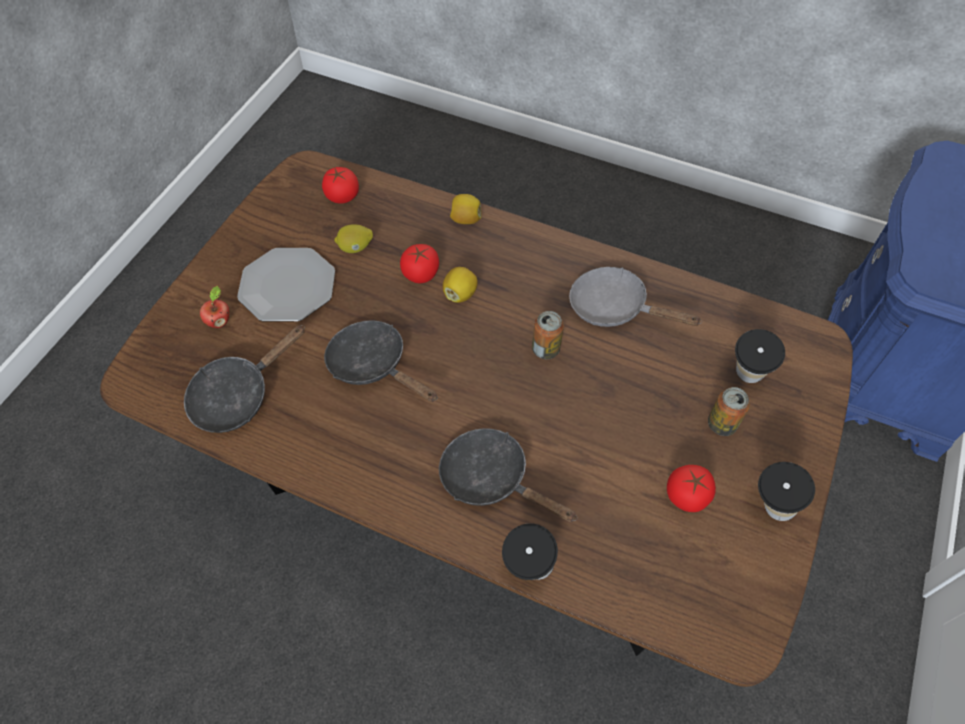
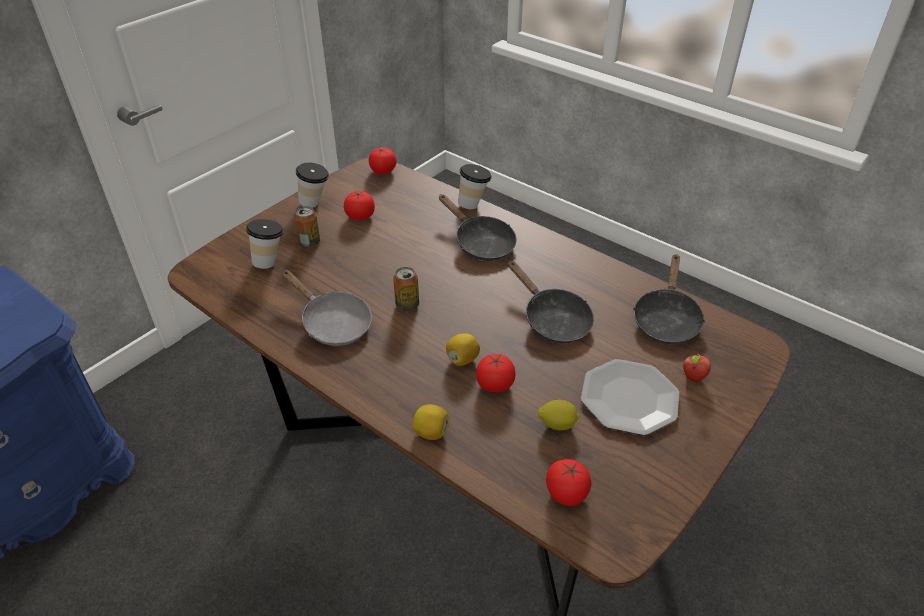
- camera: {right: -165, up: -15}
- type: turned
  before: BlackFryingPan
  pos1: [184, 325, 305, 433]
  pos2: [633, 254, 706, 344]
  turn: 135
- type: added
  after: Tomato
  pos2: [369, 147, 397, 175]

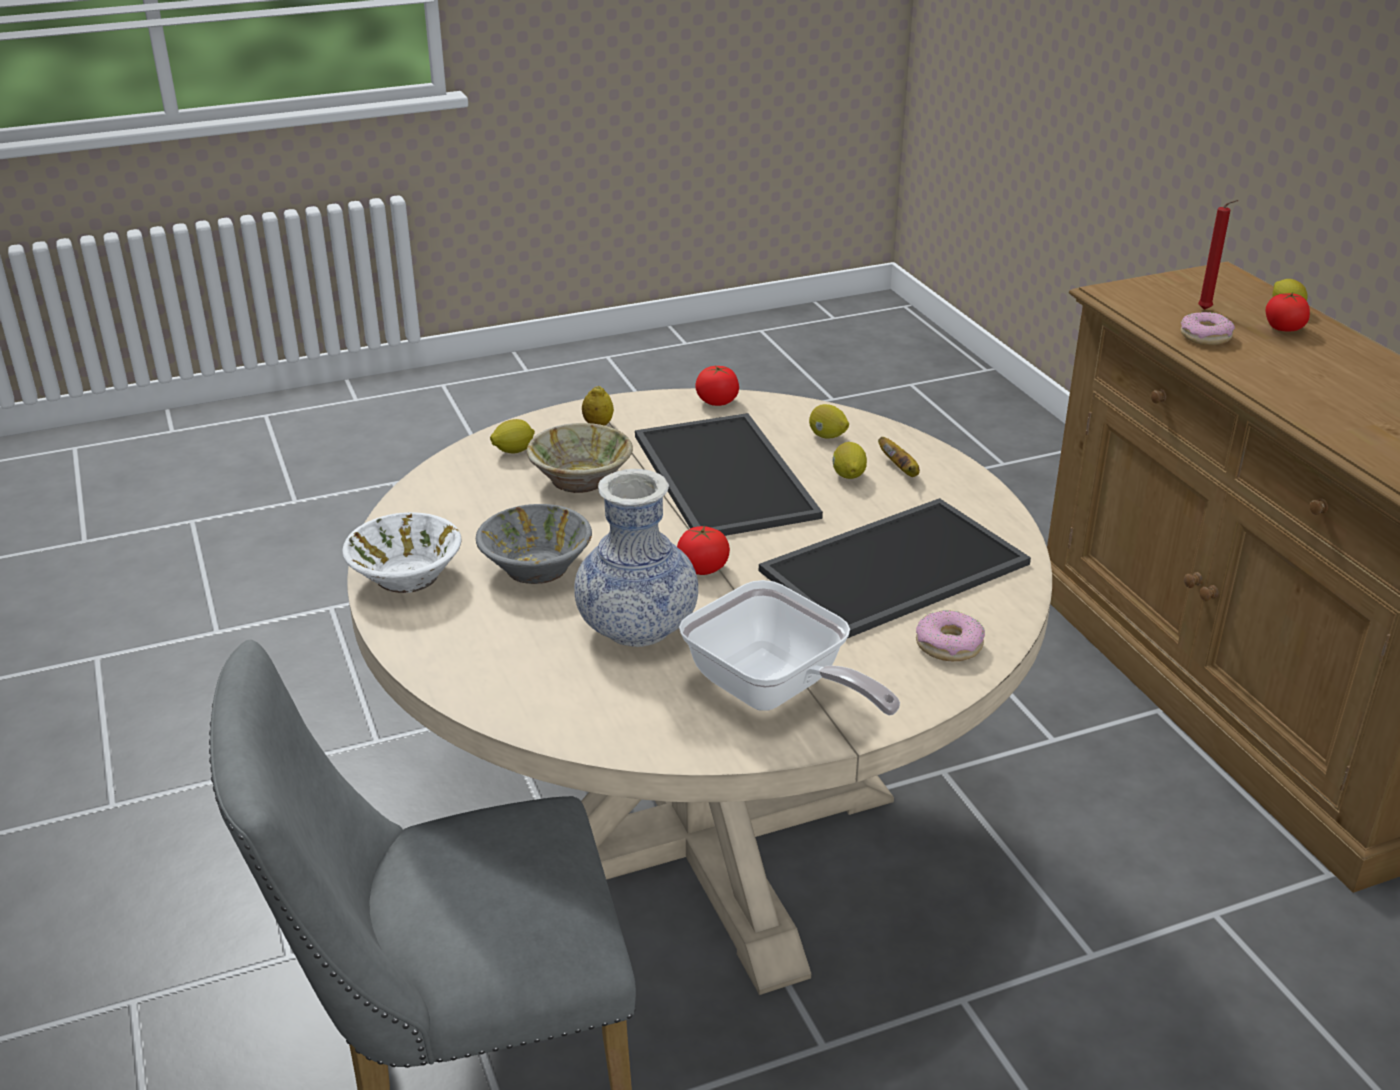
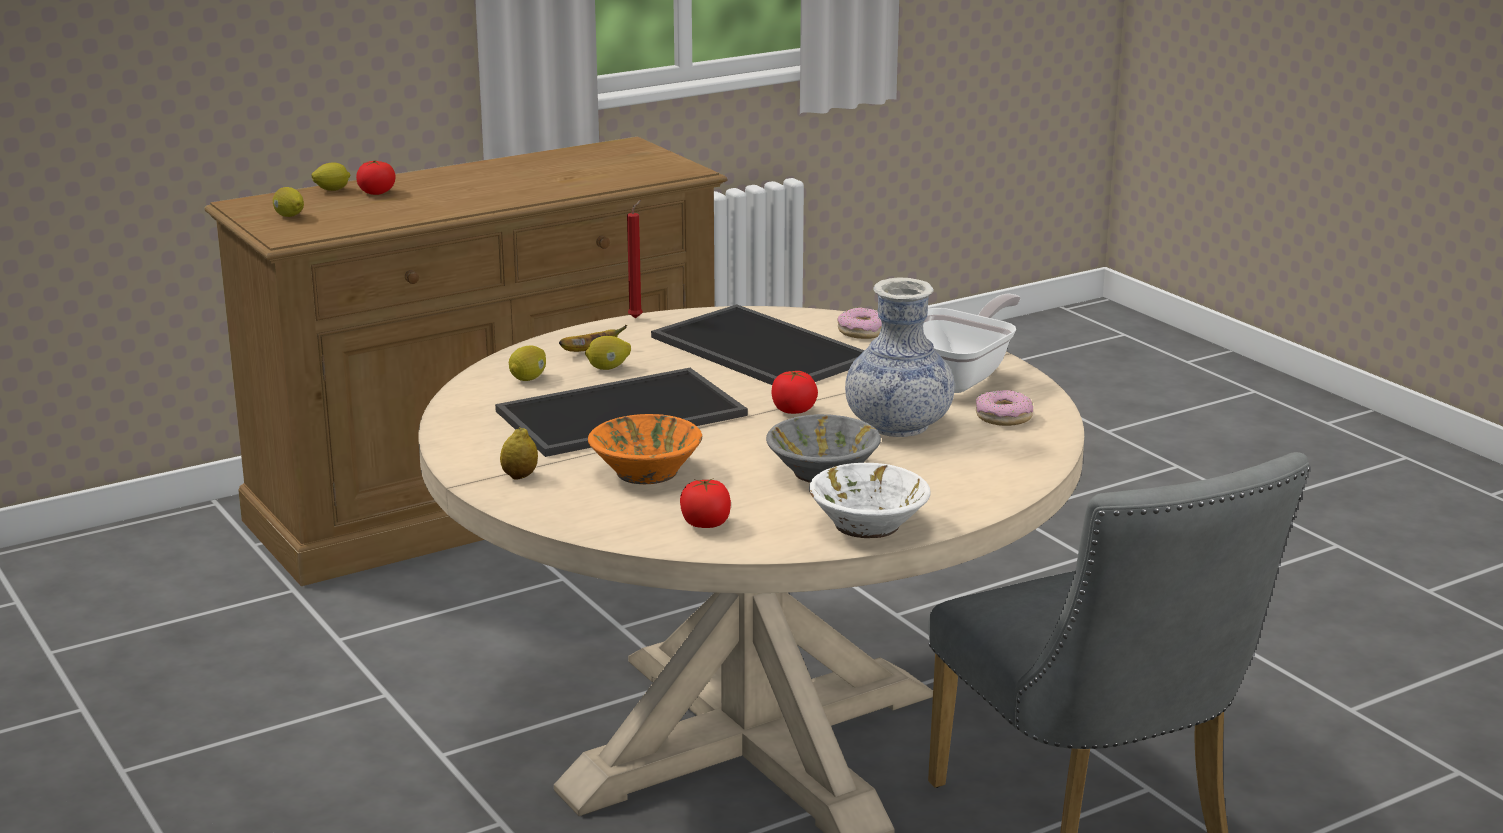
- camera: {right: -100, up: -10}
- type: moved
  before: Lemon
  pos1: [490, 419, 535, 453]
  pos2: [273, 187, 304, 217]
- type: recoloured
  before: BeigeBowl
  after: OrangeBowl
  pos1: [527, 423, 633, 493]
  pos2: [588, 414, 702, 484]
- type: moved
  before: Tomato
  pos1: [695, 366, 739, 406]
  pos2: [680, 478, 731, 528]
- type: moved
  before: Donut
  pos1: [1181, 312, 1235, 345]
  pos2: [976, 390, 1033, 426]
- type: moved
  before: RedCandle
  pos1: [1198, 200, 1238, 310]
  pos2: [627, 200, 643, 319]

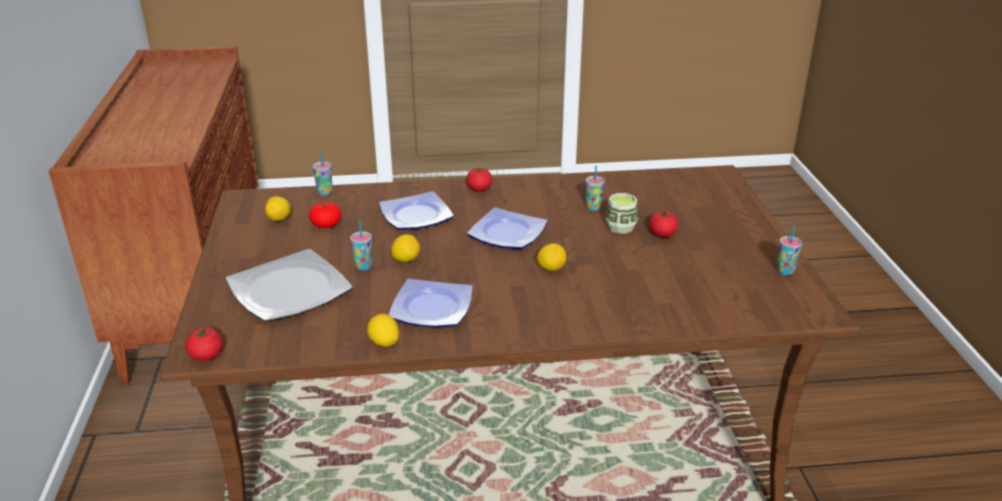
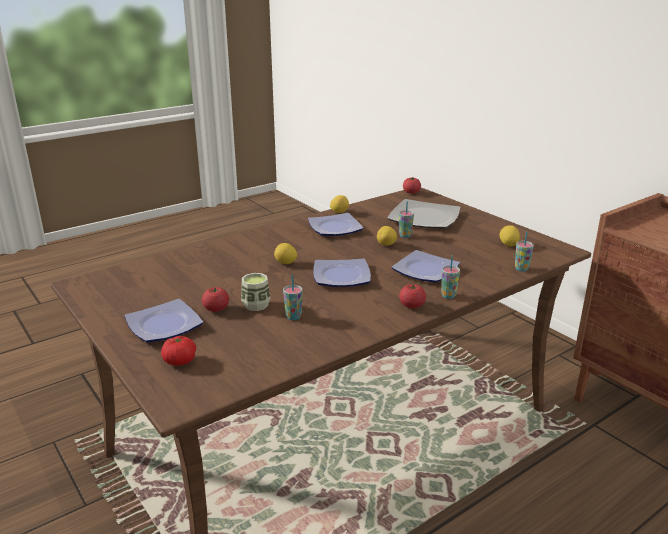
- camera: {right: 150, up: -5}
- type: moved
  before: Tomato
  pos1: [309, 202, 342, 228]
  pos2: [161, 336, 196, 366]
- type: moved
  before: Cup
  pos1: [777, 226, 802, 275]
  pos2: [441, 256, 460, 299]
- type: added
  after: Plate
  pos2: [124, 299, 203, 342]

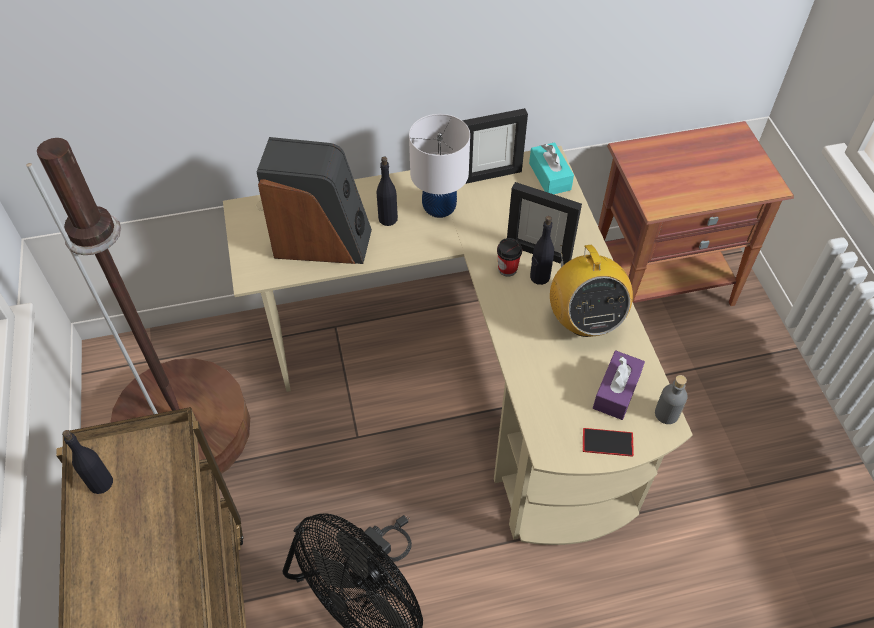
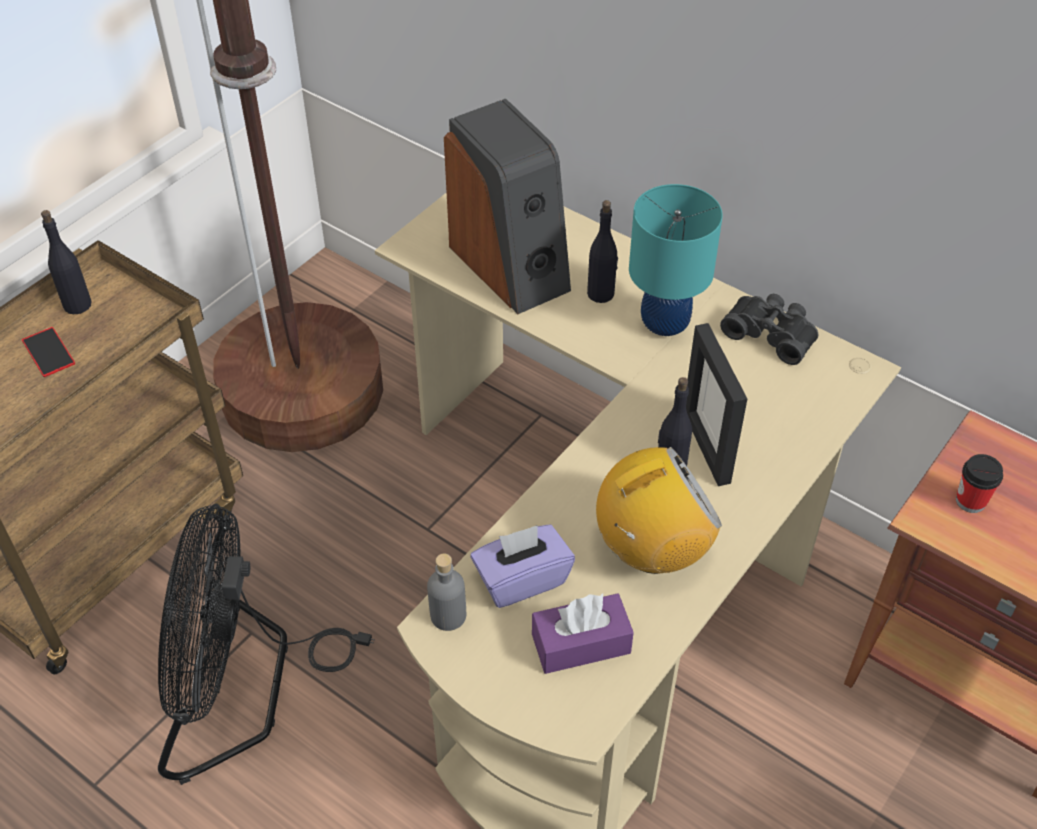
- camera: {right: 50, up: -5}
- type: recoloured
  before: WhiteTableLamp
  after: TurquoiseTableLamp
  pos1: [409, 114, 470, 218]
  pos2: [629, 184, 723, 336]
- type: replaced
  before: PictureFrame
  after: BlackBinoculars
  pos1: [462, 108, 528, 184]
  pos2: [720, 294, 819, 365]
- type: moved
  before: Cup
  pos1: [497, 238, 522, 277]
  pos2: [956, 454, 1003, 513]
- type: removed
  before: TurquoiseTissueBox
  pos1: [529, 142, 574, 194]
- type: turned
  before: Radio
  pos1: [550, 245, 633, 337]
  pos2: [596, 447, 722, 574]
  turn: -150
- type: moved
  before: Phone
  pos1: [583, 428, 634, 456]
  pos2: [22, 327, 75, 377]
- type: moved
  before: GreyBottle
  pos1: [655, 375, 688, 424]
  pos2: [427, 554, 466, 631]
- type: added
  after: PurpleTissueBox
  pos2: [470, 524, 575, 608]

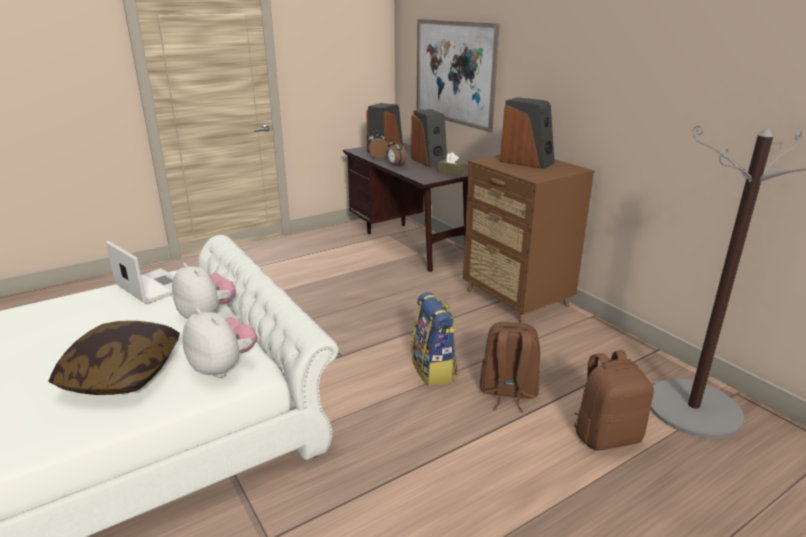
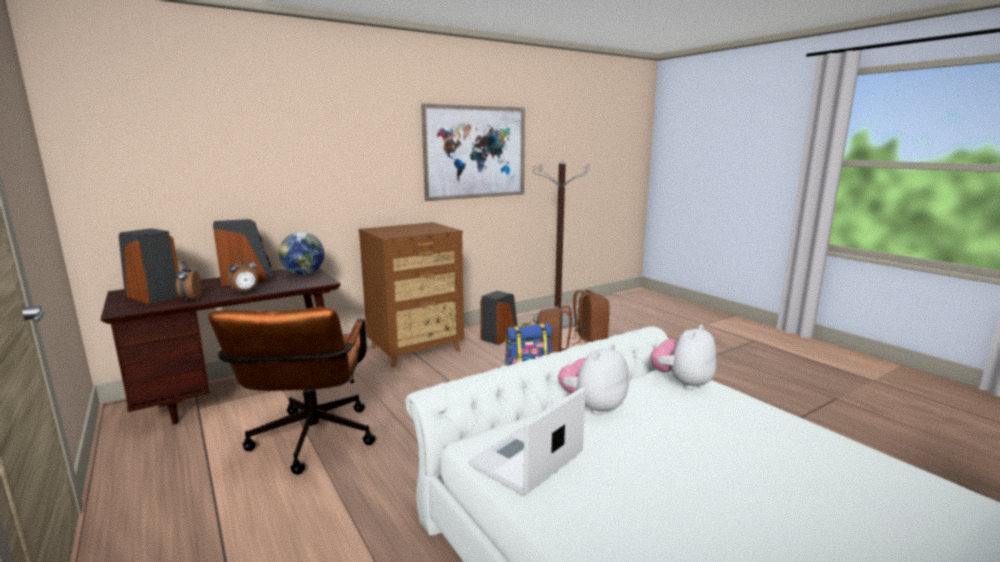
- camera: {right: -90, up: -10}
- type: removed
  before: Pillow
  pos1: [48, 321, 180, 395]
- type: moved
  before: Picture
  pos1: [417, 19, 500, 132]
  pos2: [421, 103, 525, 201]
- type: replaced
  before: BrownTissueBox
  after: Globe
  pos1: [438, 152, 464, 175]
  pos2: [279, 232, 324, 275]
- type: moved
  before: Speaker
  pos1: [500, 97, 555, 169]
  pos2: [480, 291, 518, 345]
- type: added
  after: BrownOfficeChair
  pos2: [208, 307, 376, 474]

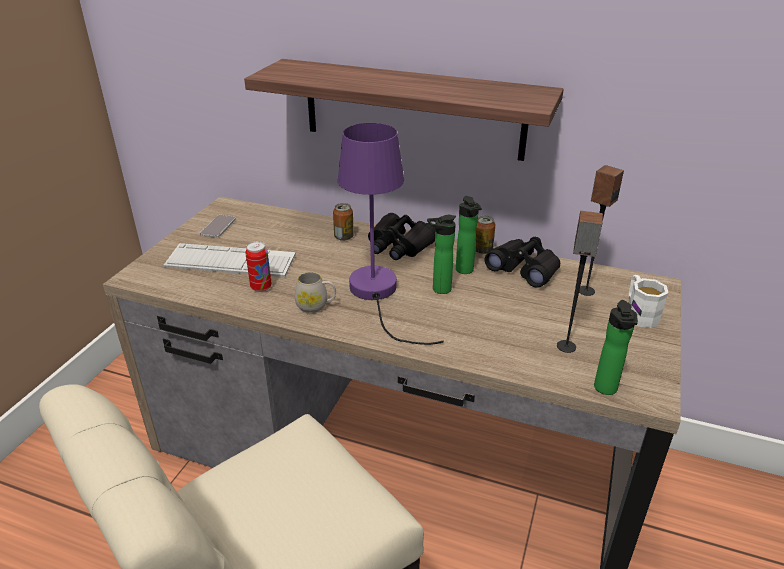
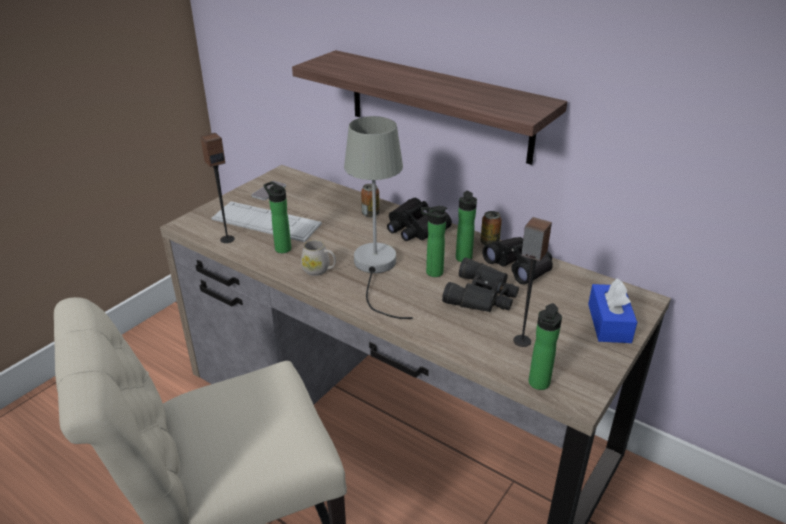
- camera: {right: 15, up: 0}
- type: replaced
  before: Can
  after: Bottle
  pos1: [245, 241, 272, 292]
  pos2: [264, 181, 291, 253]
- type: recoloured
  before: PurpleTableLamp
  after: GreyTableLamp
  pos1: [338, 123, 444, 345]
  pos2: [344, 116, 413, 319]
- type: moved
  before: Speaker
  pos1: [579, 165, 624, 296]
  pos2: [200, 133, 235, 243]
- type: replaced
  before: WhiteMug
  after: BlueTissueBox
  pos1: [629, 275, 668, 328]
  pos2: [588, 278, 637, 343]
- type: added
  after: BlackBinoculars
  pos2: [442, 258, 519, 312]

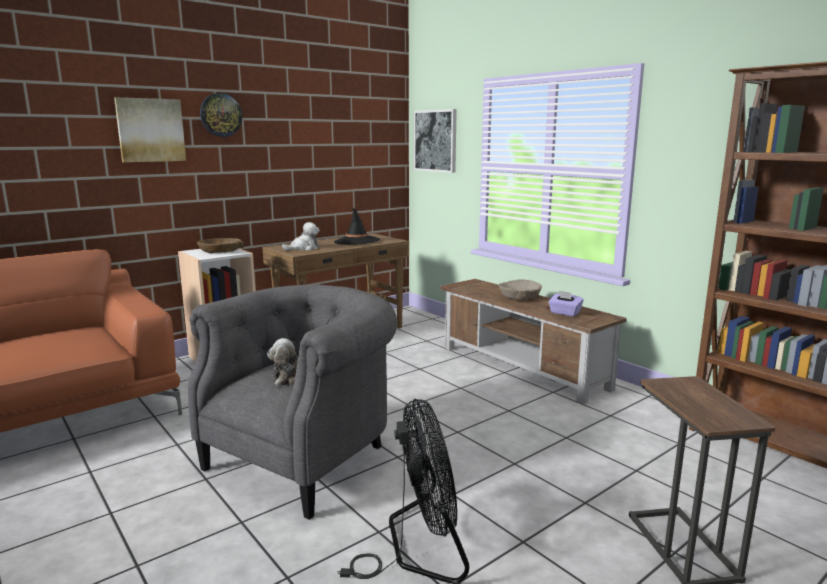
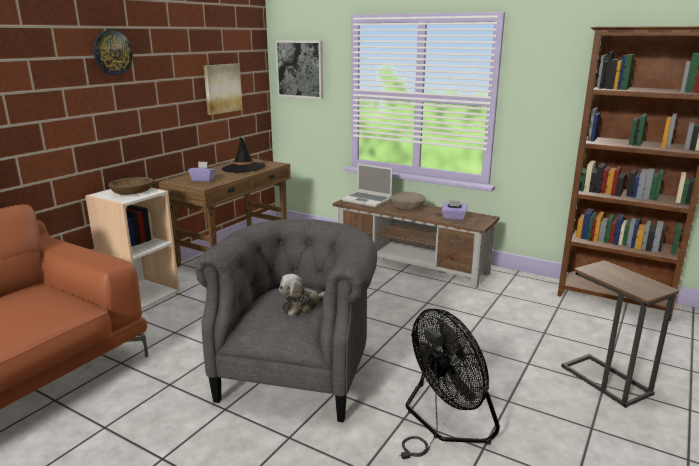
- camera: {right: -20, up: 5}
- type: moved
  before: Picture
  pos1: [114, 97, 186, 162]
  pos2: [204, 63, 243, 115]
- type: replaced
  before: PlushToy
  after: PurpleTissueBox
  pos1: [282, 222, 320, 250]
  pos2: [188, 161, 216, 182]
- type: added
  after: Laptop
  pos2: [342, 164, 392, 207]

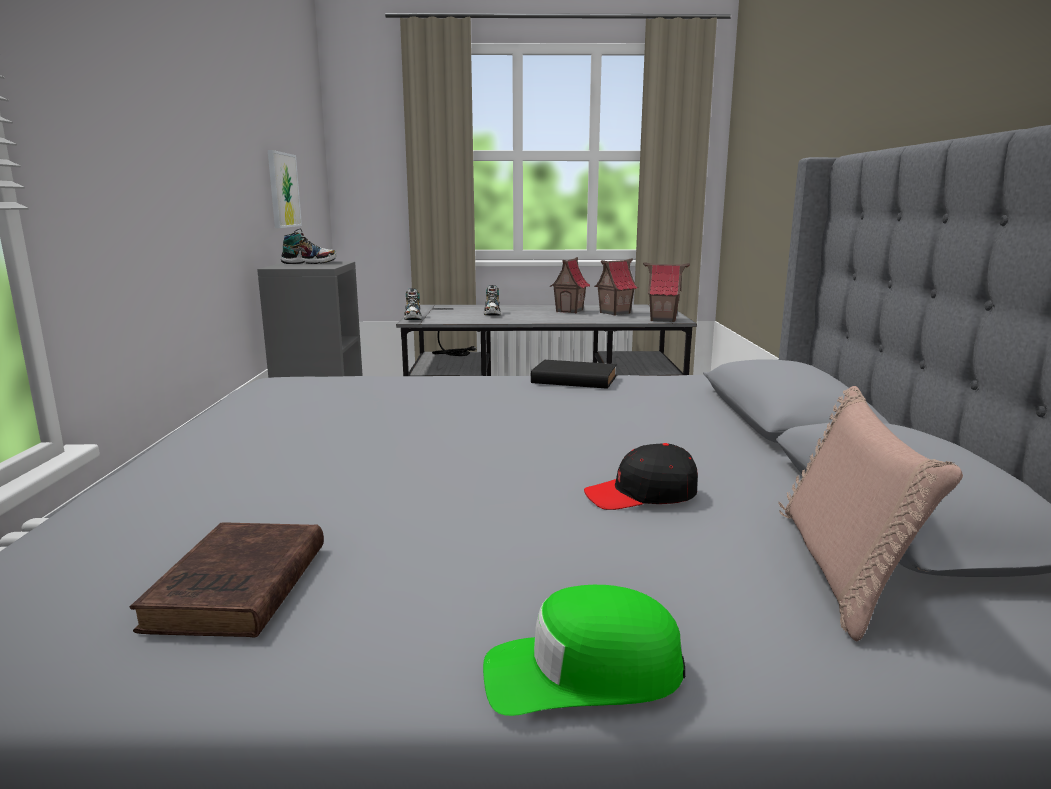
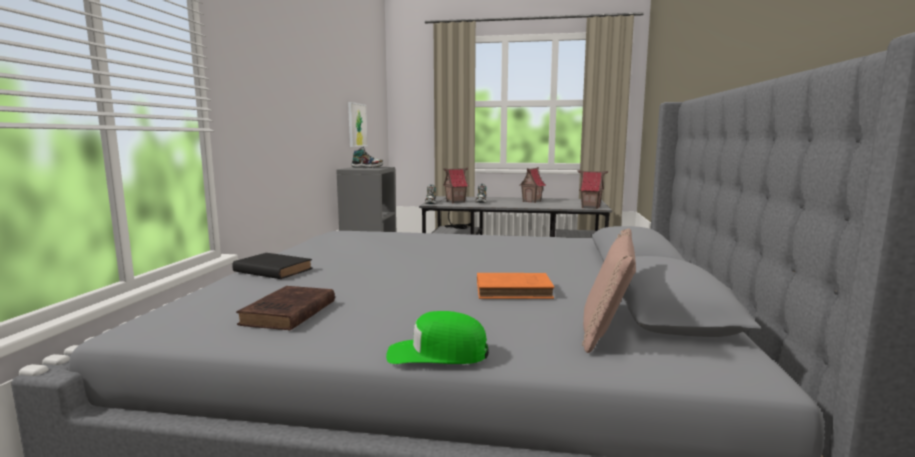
- camera: {right: 10, up: -5}
- type: moved
  before: BlackBook
  pos1: [531, 360, 617, 389]
  pos2: [232, 253, 313, 279]
- type: replaced
  before: BlackCap
  after: OrangeBook
  pos1: [584, 443, 698, 510]
  pos2: [477, 273, 554, 299]
- type: moved
  before: ToyHouse
  pos1: [594, 258, 638, 316]
  pos2: [443, 168, 469, 203]

